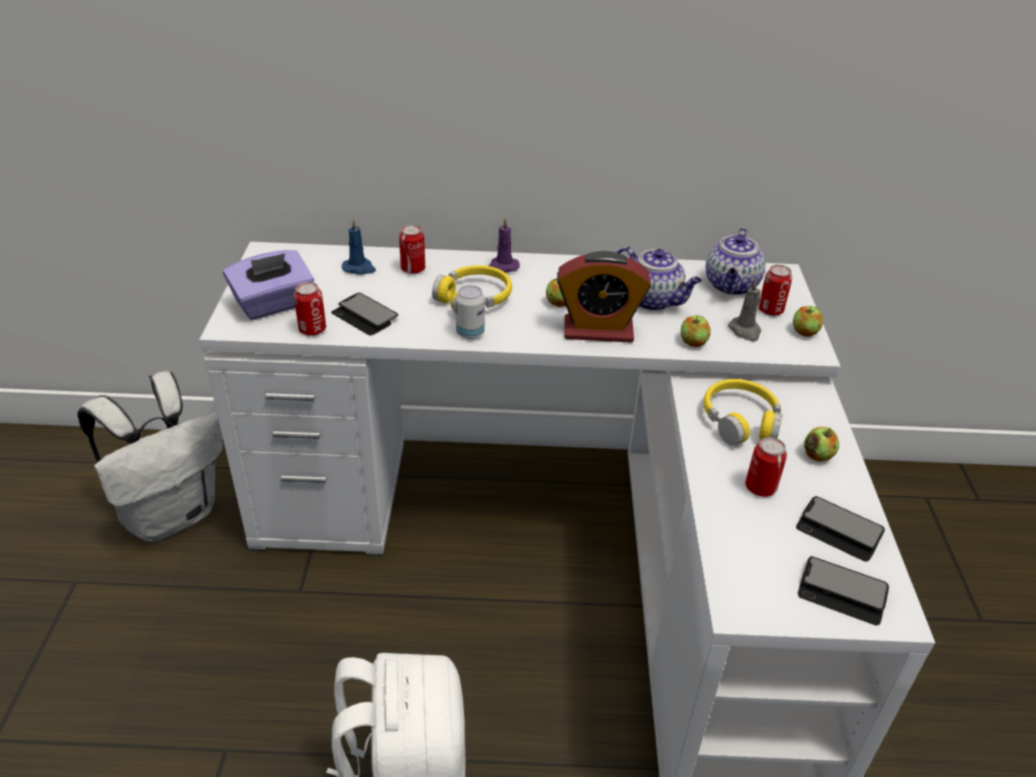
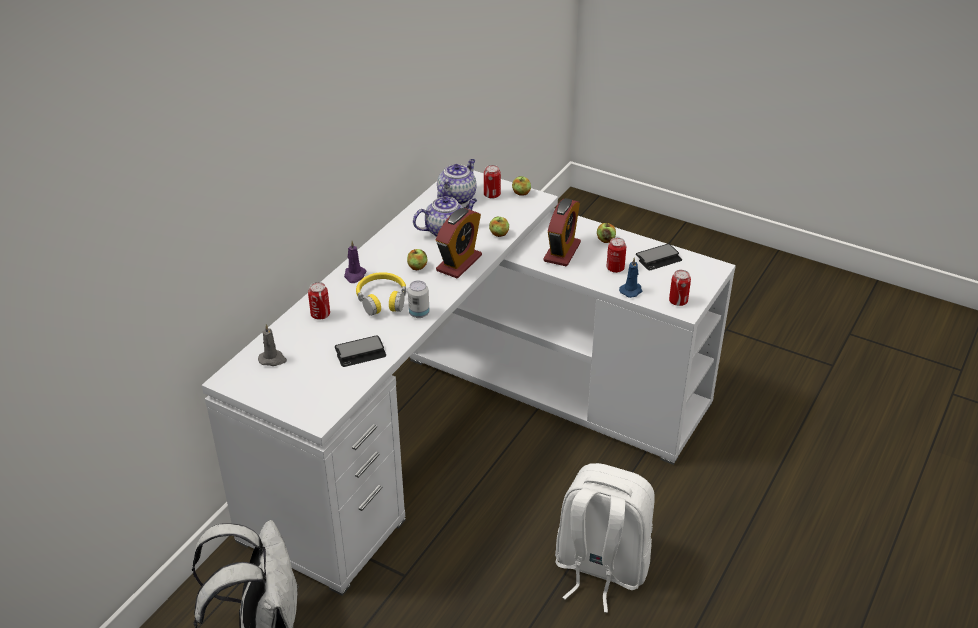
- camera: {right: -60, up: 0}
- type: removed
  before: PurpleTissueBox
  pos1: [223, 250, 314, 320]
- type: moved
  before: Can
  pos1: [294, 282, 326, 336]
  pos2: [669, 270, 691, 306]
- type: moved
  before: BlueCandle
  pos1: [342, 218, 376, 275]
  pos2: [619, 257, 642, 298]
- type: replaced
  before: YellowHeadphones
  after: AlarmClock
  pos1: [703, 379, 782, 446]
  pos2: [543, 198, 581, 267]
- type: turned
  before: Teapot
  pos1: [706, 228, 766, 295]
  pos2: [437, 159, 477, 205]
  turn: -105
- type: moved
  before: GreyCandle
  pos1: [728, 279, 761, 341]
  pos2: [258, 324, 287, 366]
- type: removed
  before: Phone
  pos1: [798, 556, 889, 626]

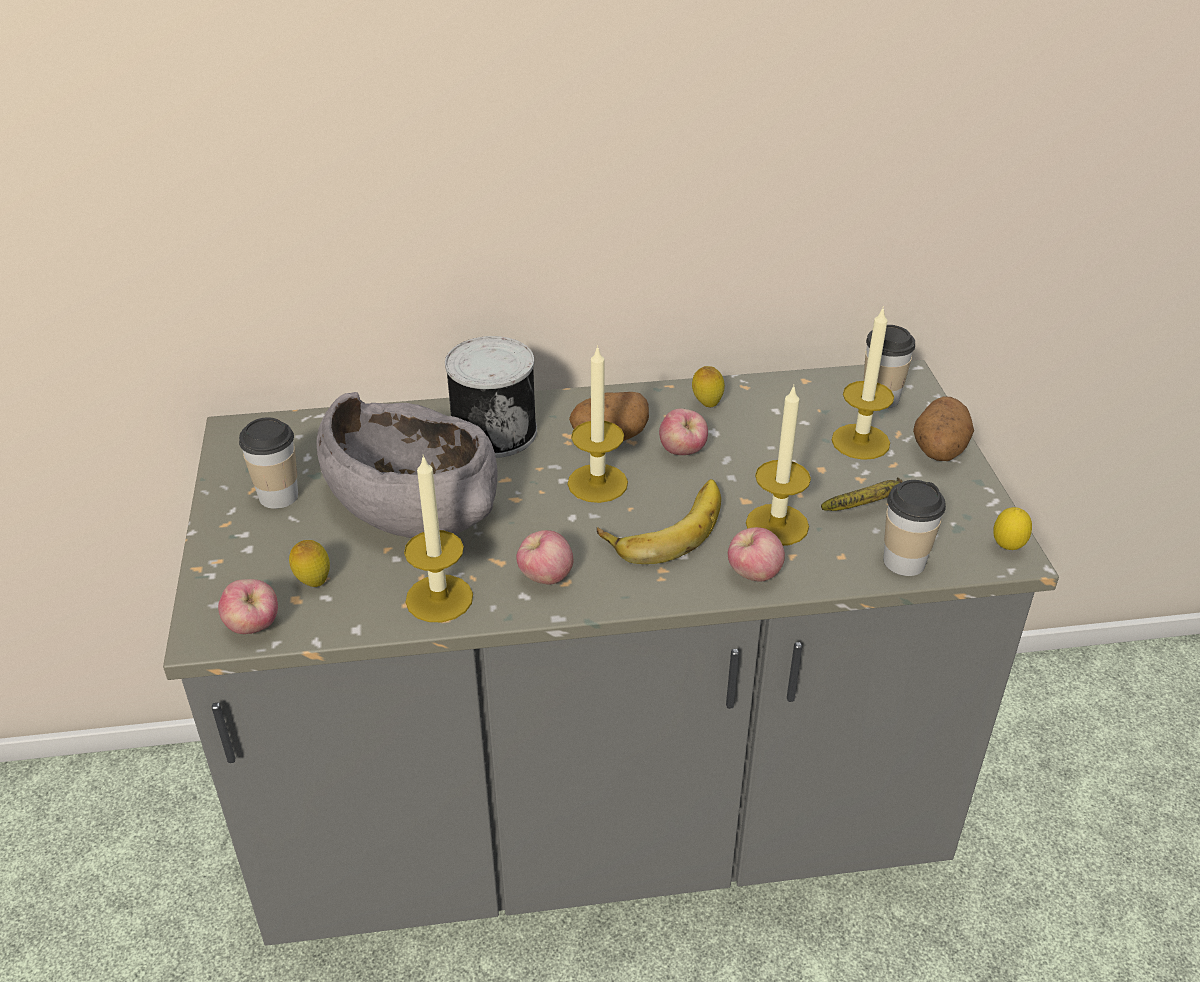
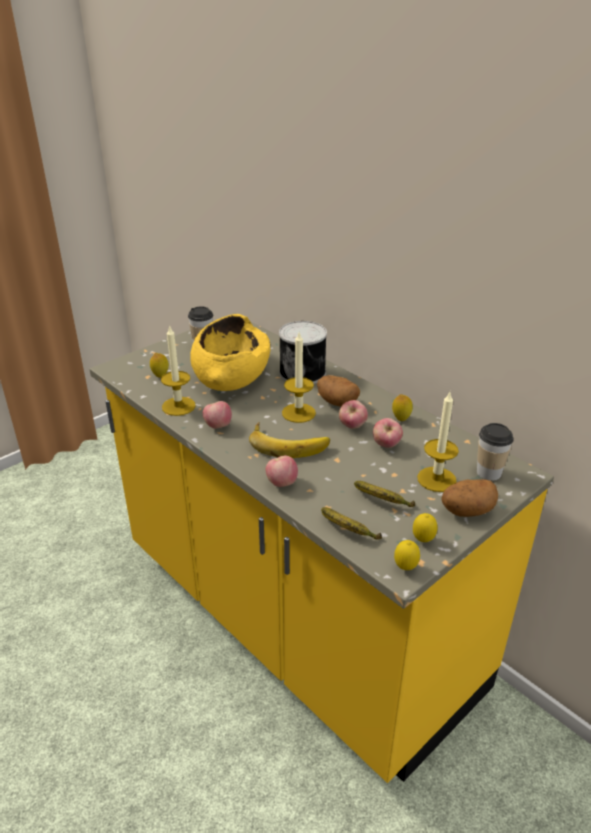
- camera: {right: 55, up: -5}
- type: recoloured
  before: GreyCounter
  after: YellowCounter
  pos1: [163, 360, 1059, 946]
  pos2: [89, 313, 554, 783]
- type: moved
  before: Apple
  pos1: [218, 579, 278, 634]
  pos2: [373, 418, 403, 448]
- type: recoloured
  before: GreyBowl
  after: YellowBowl
  pos1: [316, 392, 498, 538]
  pos2: [190, 314, 270, 391]
- type: removed
  before: Candle
  pos1: [746, 384, 811, 546]
- type: replaced
  before: Cup
  after: Banana
  pos1: [883, 480, 946, 576]
  pos2: [321, 507, 382, 540]
- type: added
  after: Lemon
  pos2: [413, 513, 437, 542]

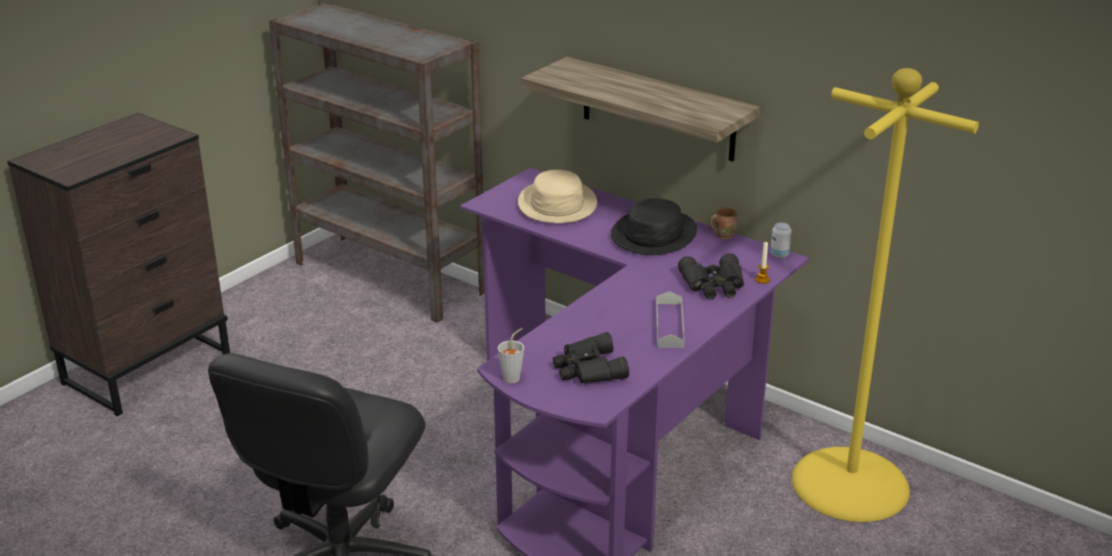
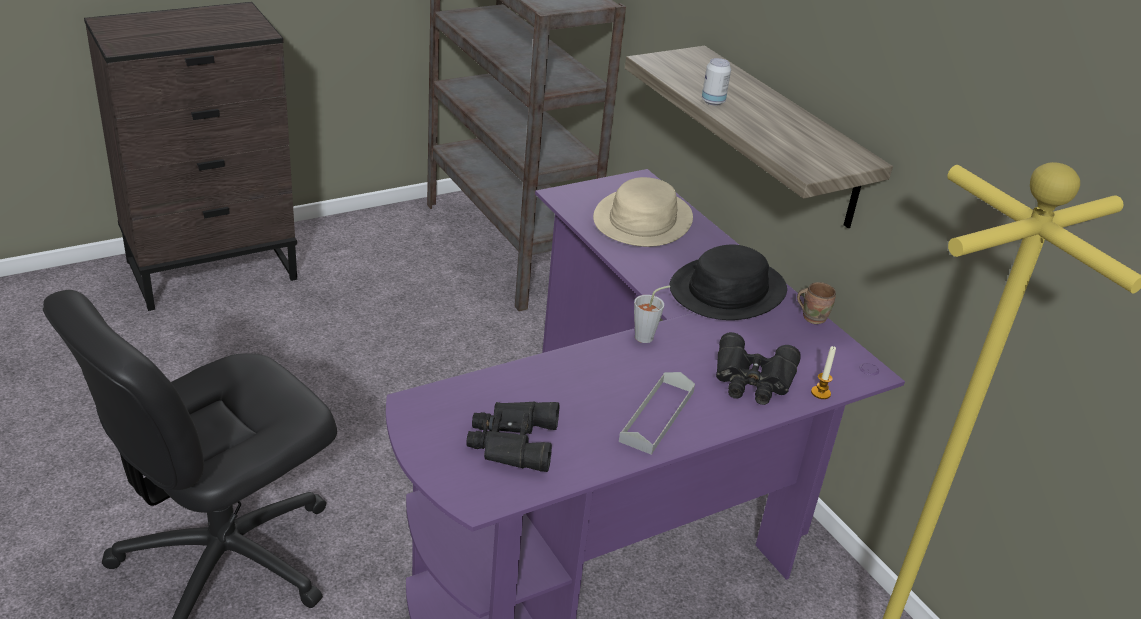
- camera: {right: 20, up: 5}
- type: moved
  before: GreyCup
  pos1: [498, 328, 524, 383]
  pos2: [634, 285, 670, 343]
- type: moved
  before: Can
  pos1: [770, 222, 792, 258]
  pos2: [702, 58, 731, 106]

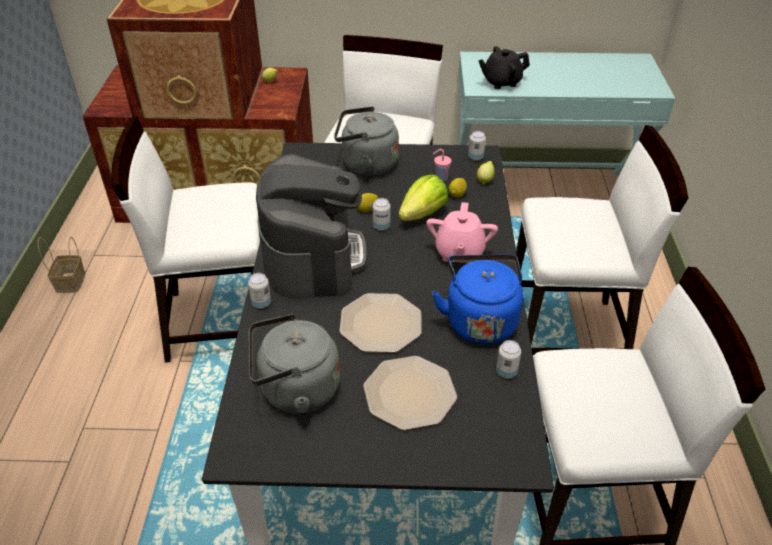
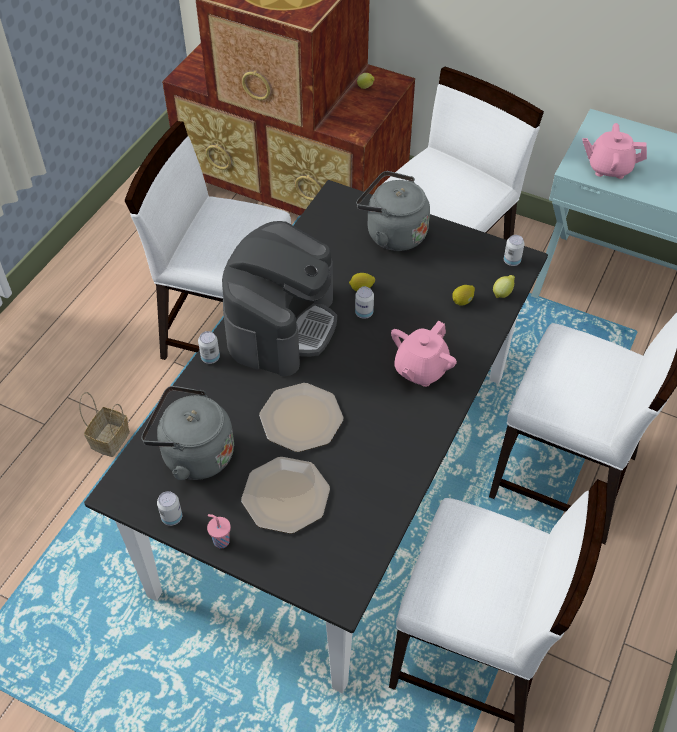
- camera: {right: 25, up: 10}
- type: moved
  before: Basket
  pos1: [38, 237, 85, 293]
  pos2: [79, 392, 130, 457]
- type: removed
  before: Lettuce
  pos1: [399, 175, 448, 221]
- type: removed
  before: BlueKettle
  pos1: [432, 255, 523, 344]
- type: moved
  before: PinkCup
  pos1: [433, 149, 451, 182]
  pos2: [207, 514, 231, 548]
- type: recoloured
  before: BlackTeapot
  after: PinkTeapot
  pos1: [478, 46, 530, 89]
  pos2: [582, 123, 647, 179]
- type: moved
  before: Can
  pos1: [496, 340, 521, 378]
  pos2: [157, 491, 182, 526]

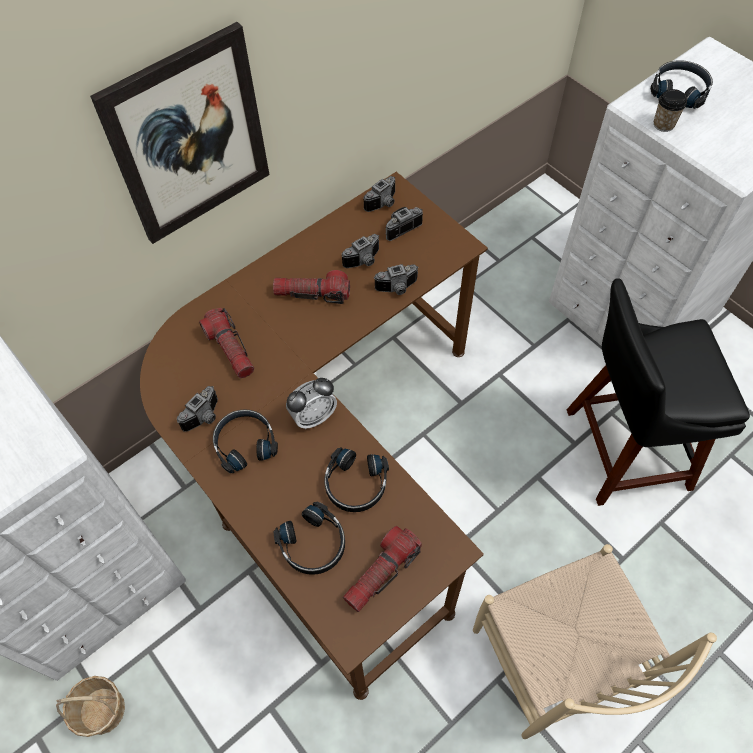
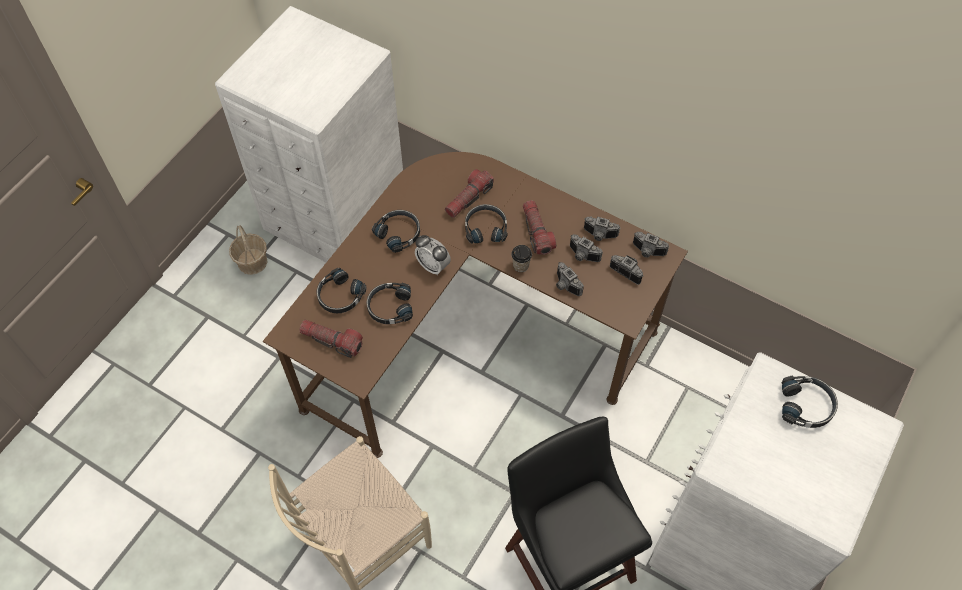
- camera: {right: 70, up: 0}
- type: removed
  before: Picture
  pos1: [90, 22, 270, 244]
- type: moved
  before: PhotoCamera
  pos1: [177, 386, 218, 432]
  pos2: [584, 216, 620, 241]
- type: moved
  before: Cup
  pos1: [654, 89, 687, 132]
  pos2: [511, 245, 532, 272]
- type: added
  after: BlackHeadphones
  pos2: [465, 204, 508, 244]

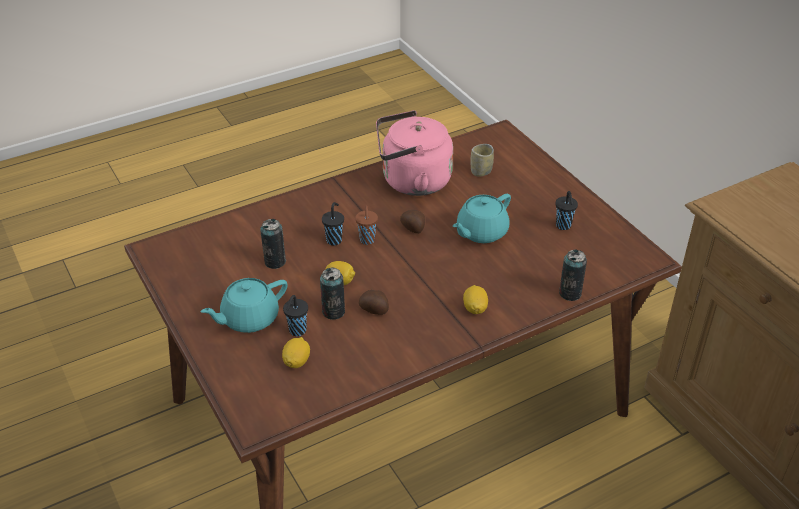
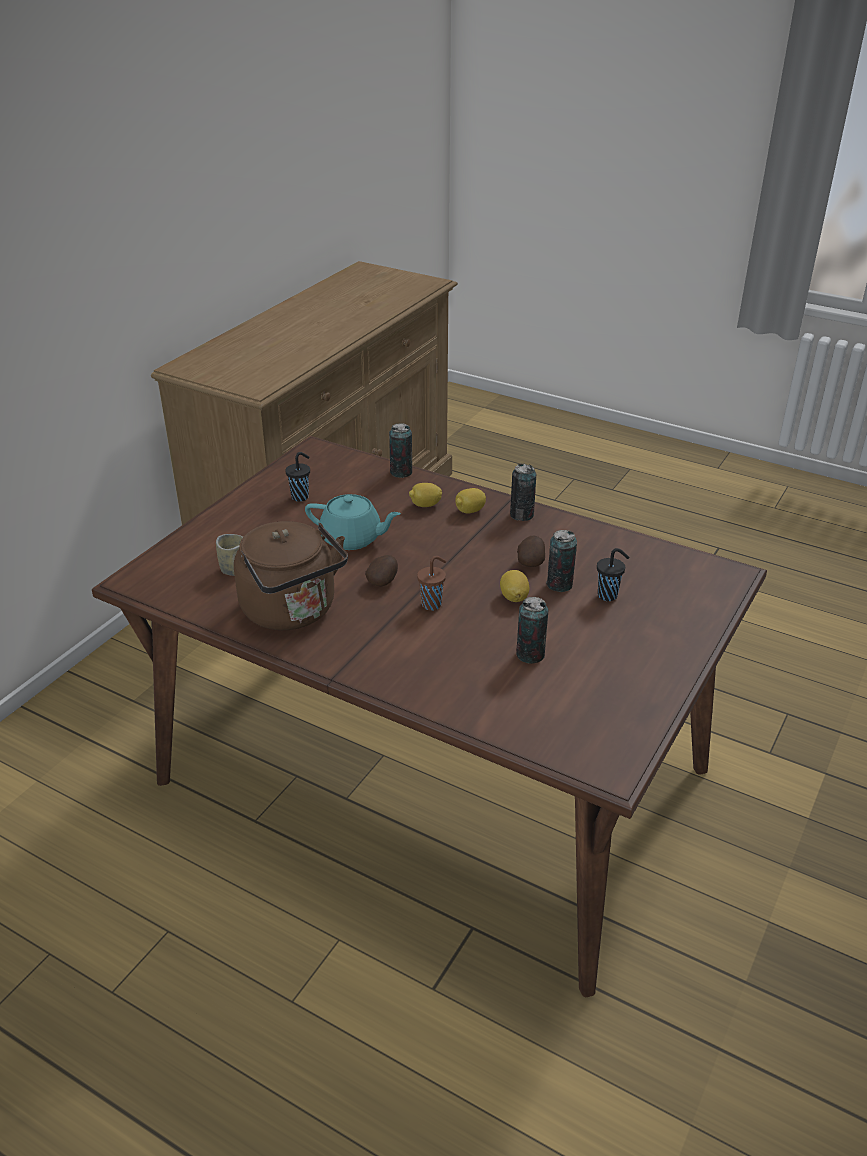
- camera: {right: -120, up: -5}
- type: removed
  before: TurquoiseTeapot
  pos1: [200, 278, 288, 333]
- type: moved
  before: Lemon
  pos1: [282, 337, 310, 368]
  pos2: [409, 483, 442, 507]
- type: removed
  before: BlackCup
  pos1: [322, 202, 344, 245]
- type: recoloured
  before: PinkKettle
  after: BrownKettle
  pos1: [376, 110, 453, 196]
  pos2: [234, 521, 348, 630]
- type: added
  after: Can
  pos2: [510, 464, 536, 521]

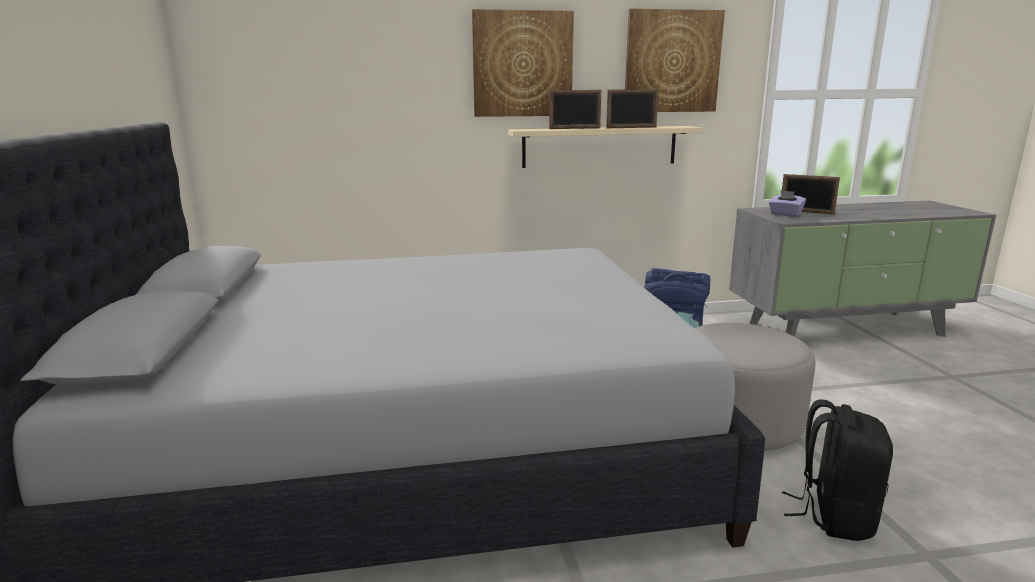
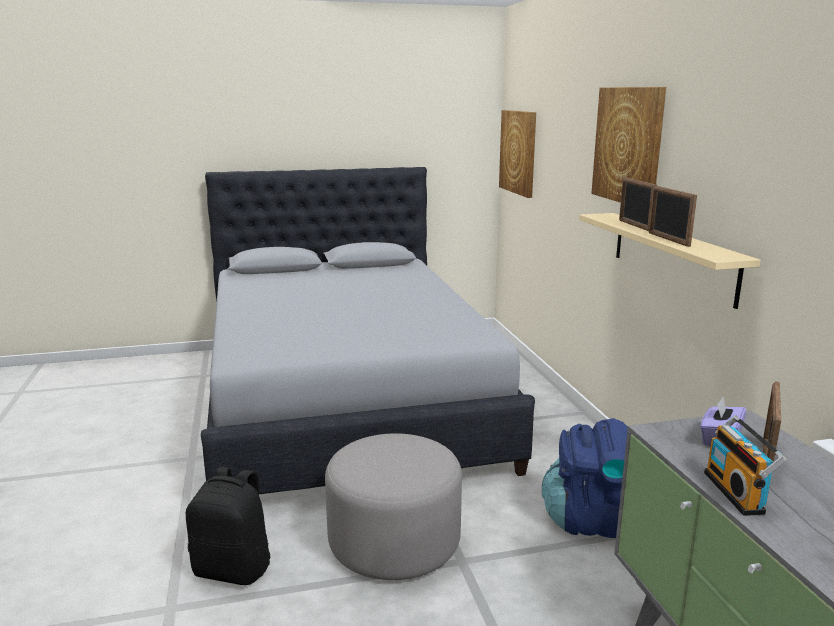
- camera: {right: 85, up: 0}
- type: moved
  before: Picture
  pos1: [625, 9, 725, 112]
  pos2: [499, 110, 536, 198]
- type: added
  after: Radio
  pos2: [704, 415, 786, 516]

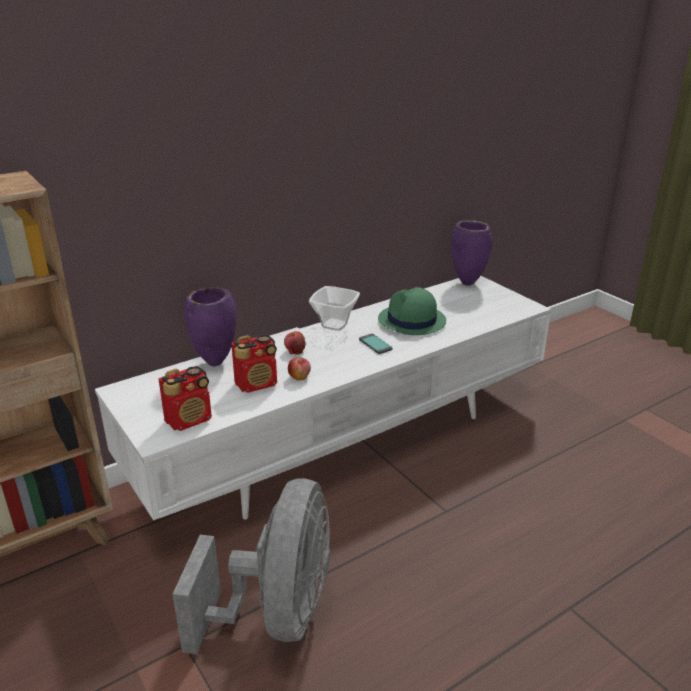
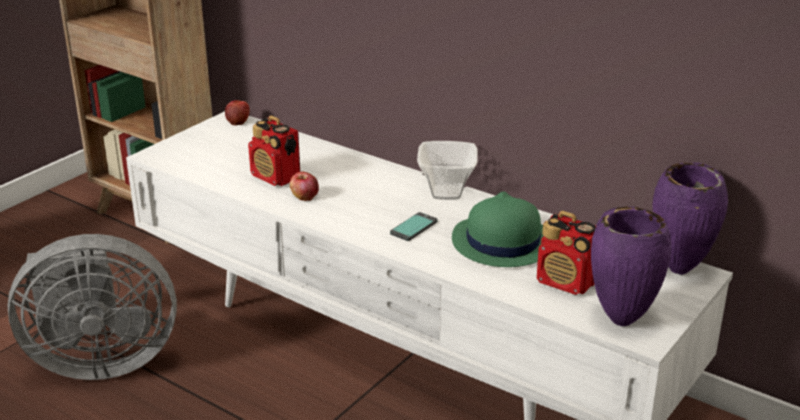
- camera: {right: 70, up: 0}
- type: moved
  before: Radio
  pos1: [158, 366, 212, 431]
  pos2: [537, 211, 596, 295]
- type: moved
  before: PurpleVase
  pos1: [184, 287, 236, 366]
  pos2: [591, 207, 671, 326]
- type: moved
  before: Apple
  pos1: [284, 331, 305, 355]
  pos2: [225, 100, 250, 125]

